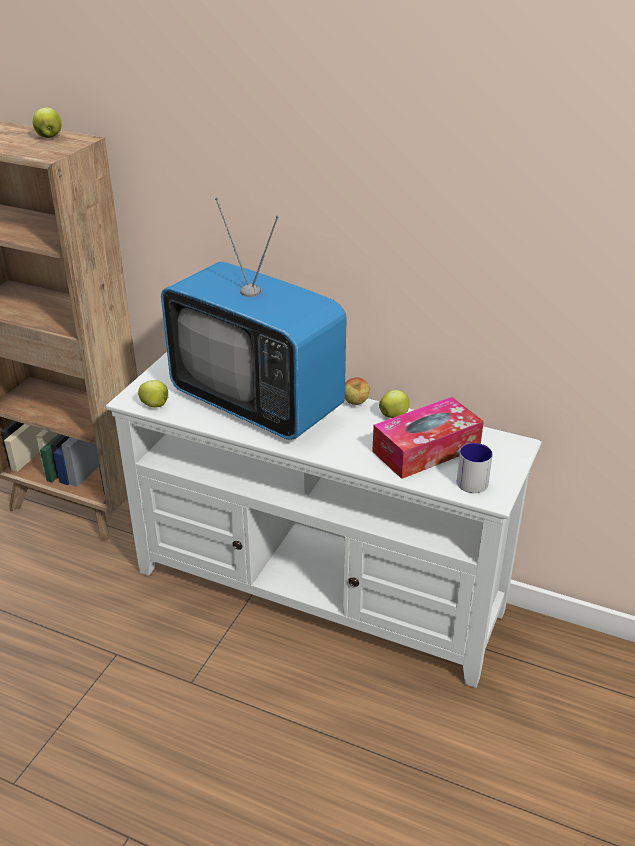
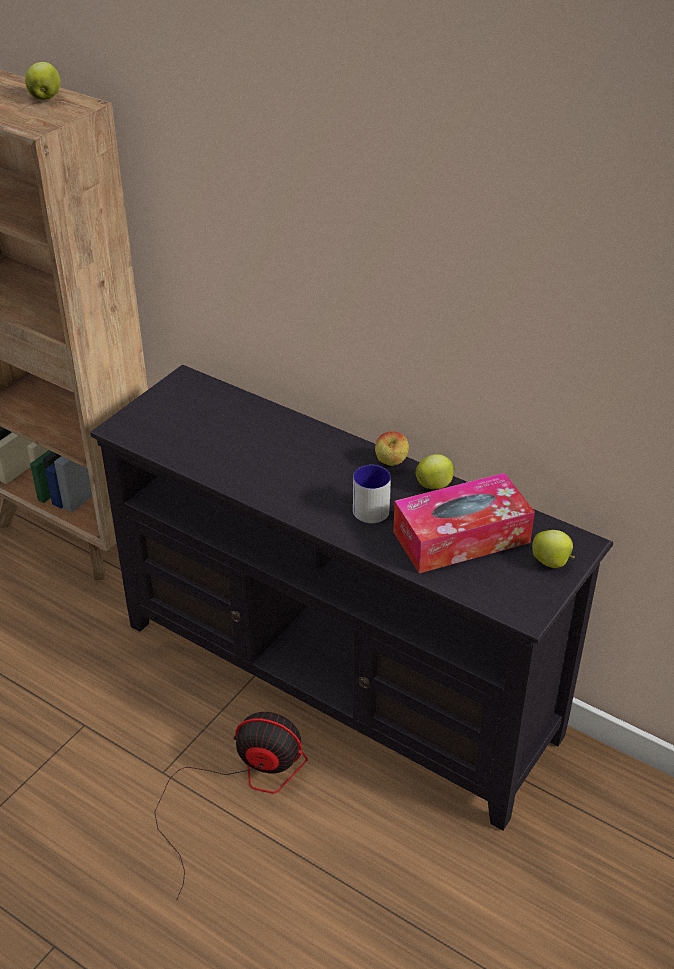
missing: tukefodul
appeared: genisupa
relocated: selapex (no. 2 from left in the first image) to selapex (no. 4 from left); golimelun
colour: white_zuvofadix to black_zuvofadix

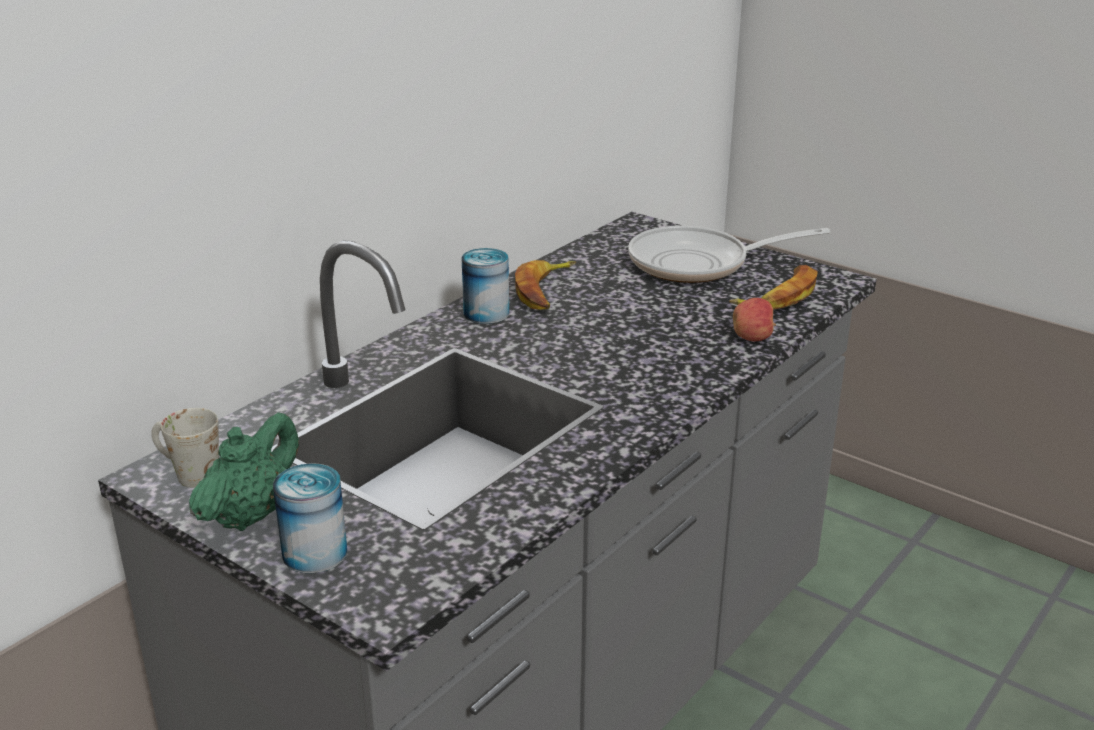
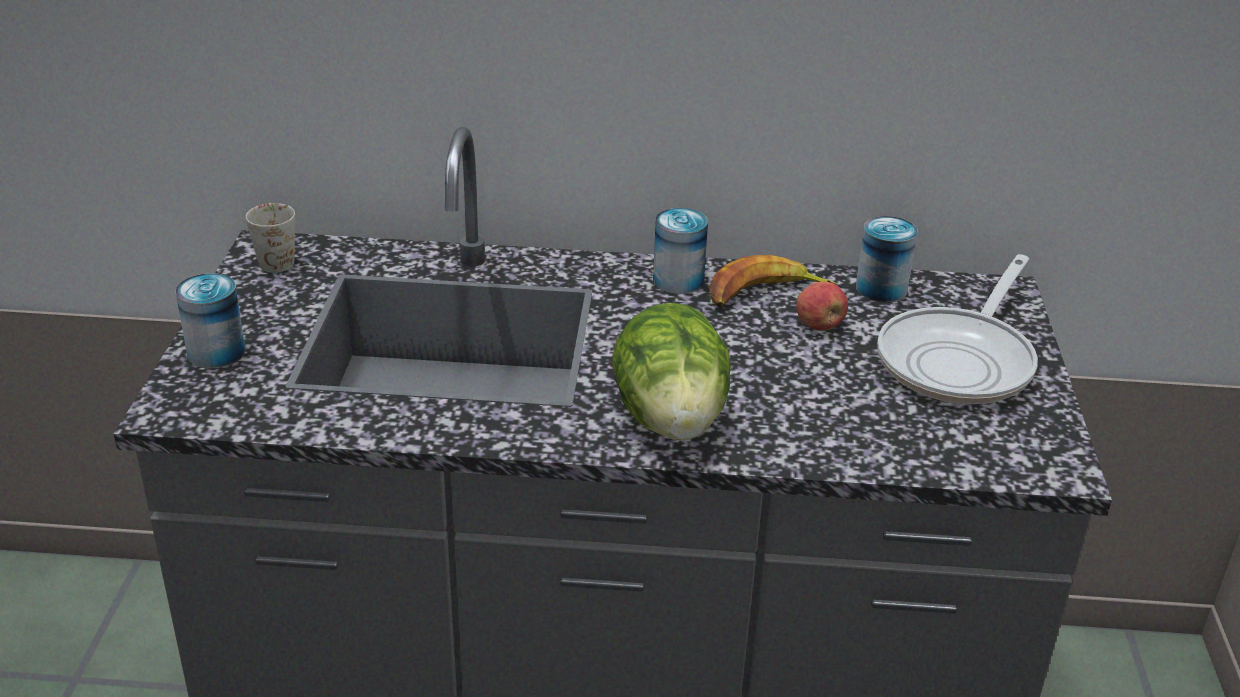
missing: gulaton (no. 2 from left); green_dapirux
appeared: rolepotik (no. 3 from left); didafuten
relocated: selapex
spun: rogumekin 105 degrees counterclockwise

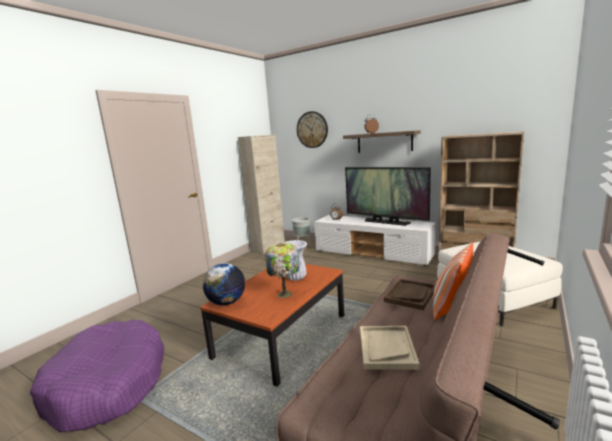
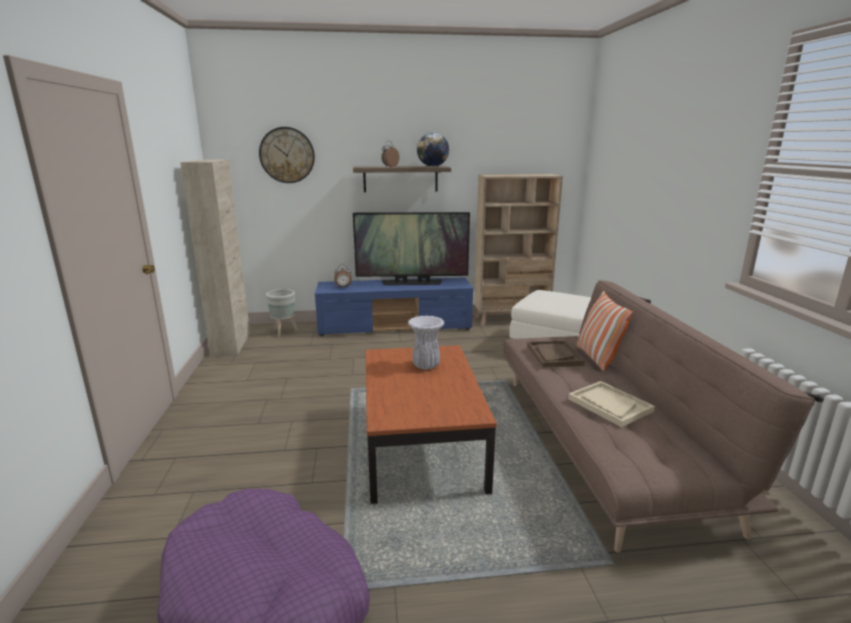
missing: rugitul
relocated: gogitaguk
colour: white_zuvofadix to blue_zuvofadix

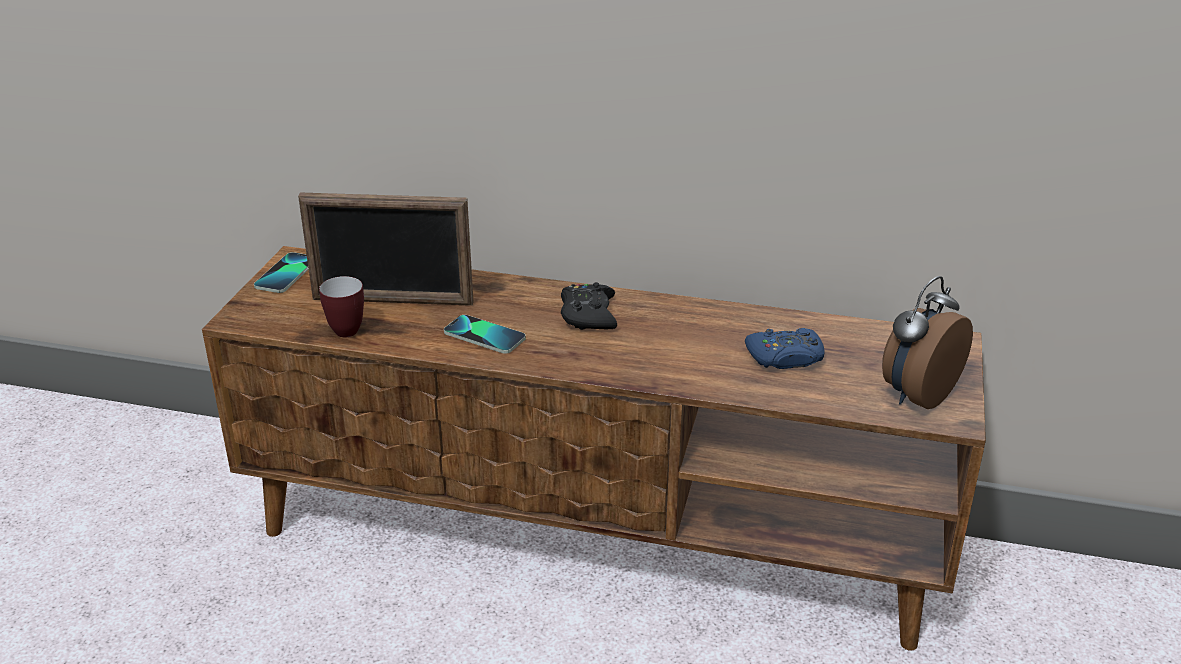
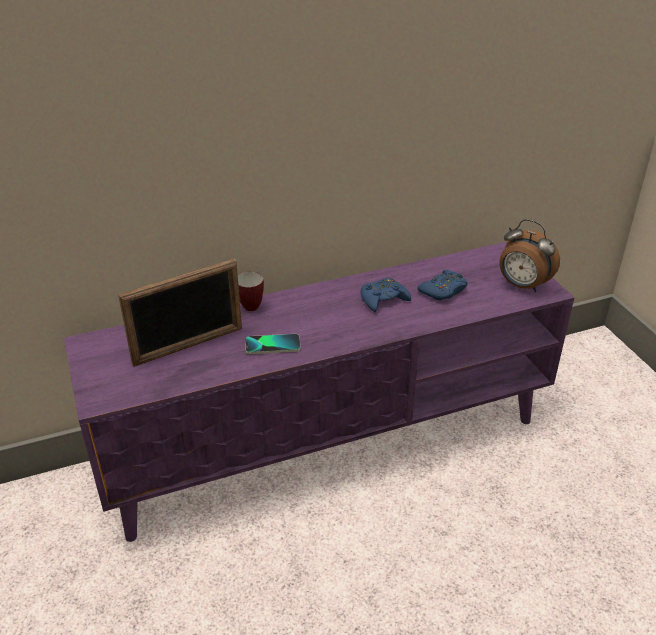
missing: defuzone (no. 1 from left); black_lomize
appeared: blue_lomize (no. 1 from left)
relocated: golimelun
colour: brown_zuvofadix to purple_zuvofadix
spun: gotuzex 60 degrees counterclockwise

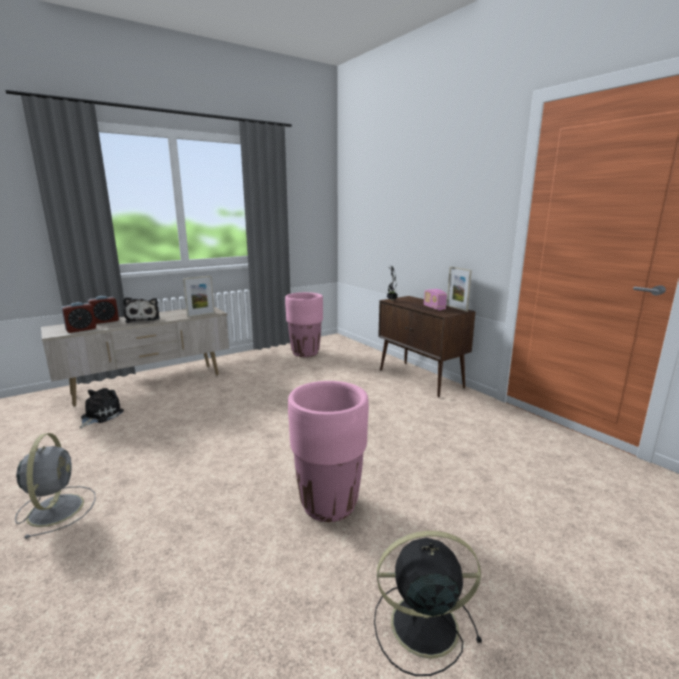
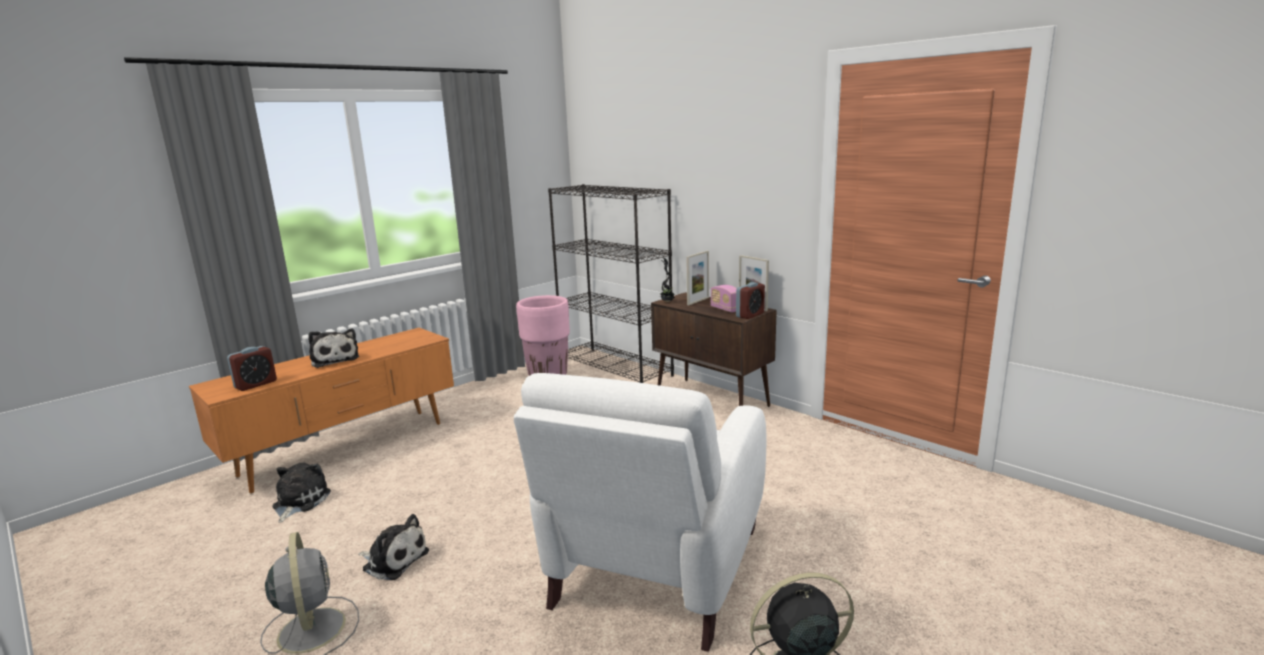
appeared: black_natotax; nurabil (no. 3 from left)
relocated: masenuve (no. 1 from left); gotuzex (no. 2 from left)
exchanged: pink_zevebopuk (no. 2 from left) to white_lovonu
colour: beige_zuvofadix to orange_zuvofadix

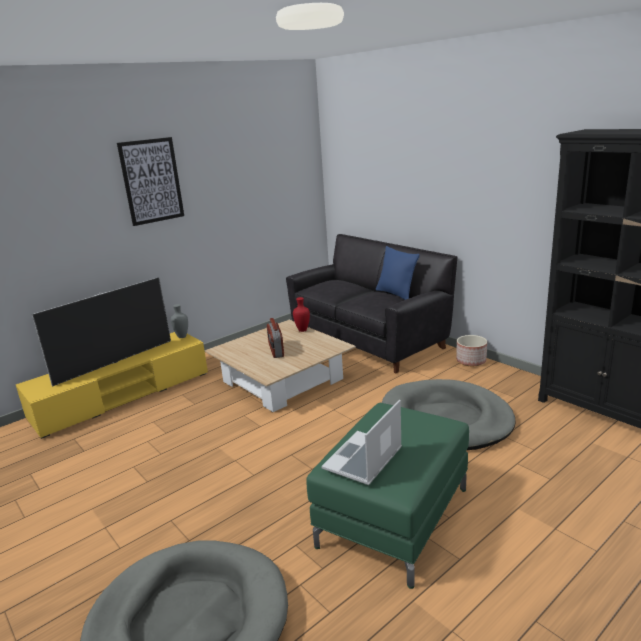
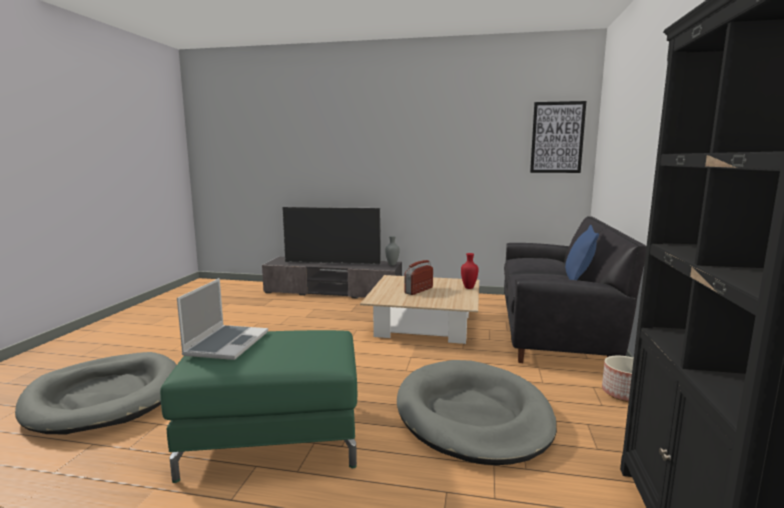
relocated: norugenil
colour: yellow_zuvofadix to grey_zuvofadix
spun: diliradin 105 degrees clockwise

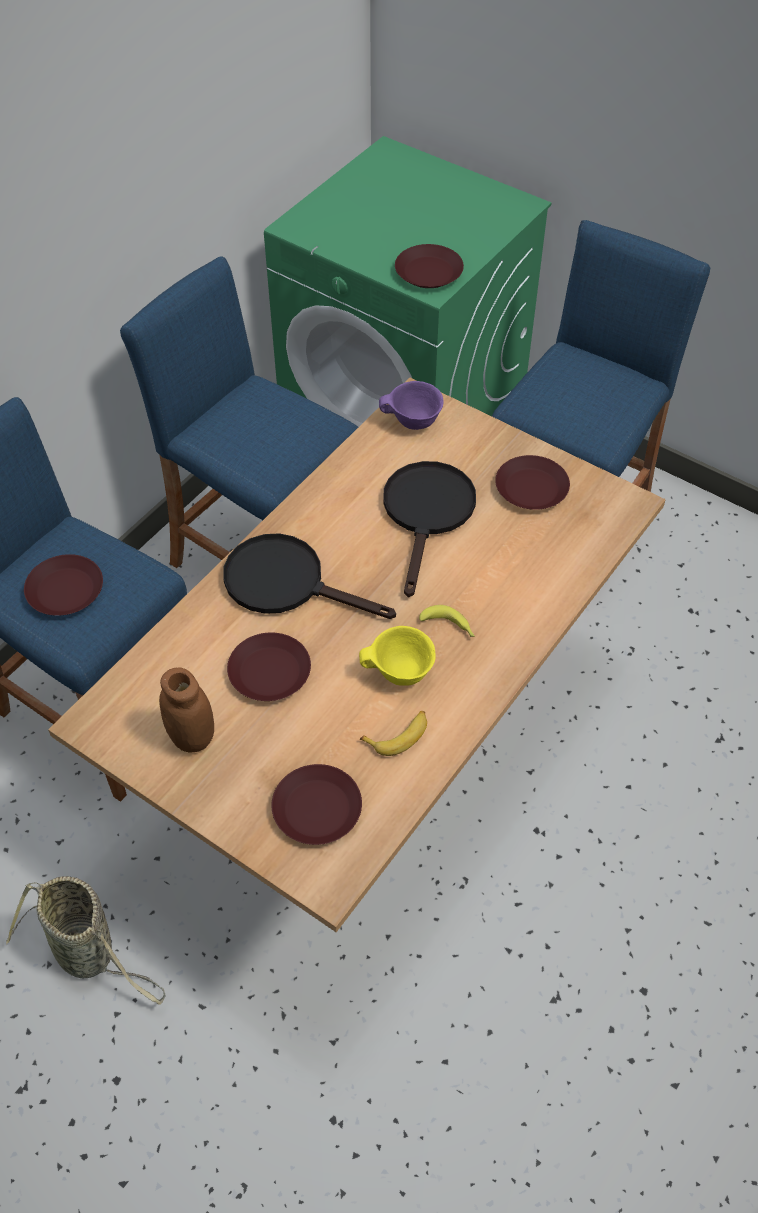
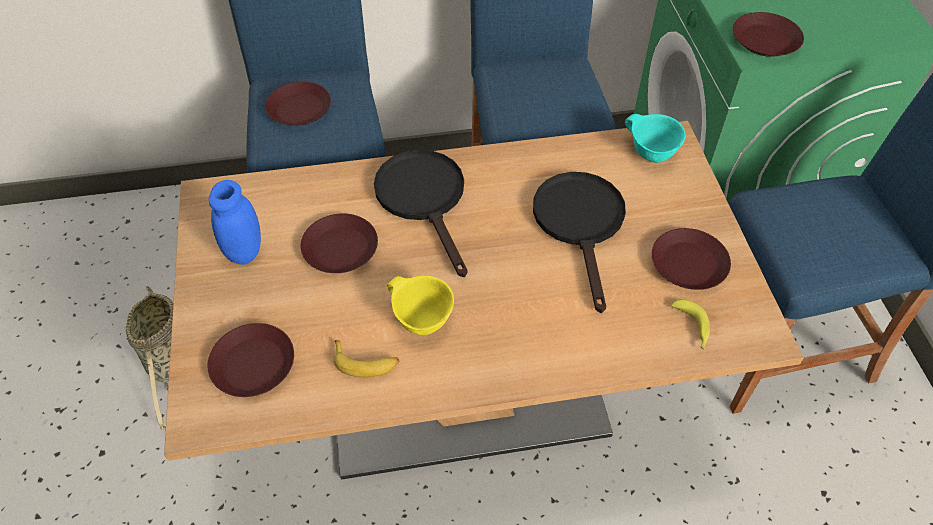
relocated: gulaton (no. 2 from left)
colour: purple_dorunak to turquoise_dorunak; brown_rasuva to blue_rasuva
spun: black_rogumekin (no. 2 from left) 60 degrees counterclockwise

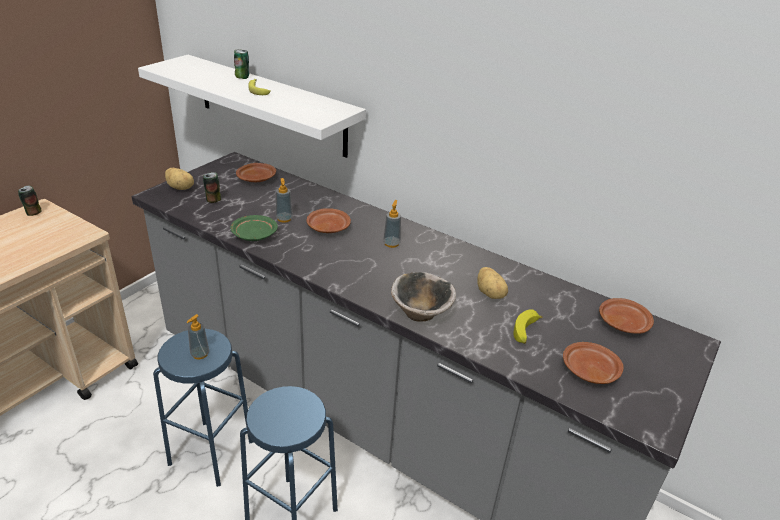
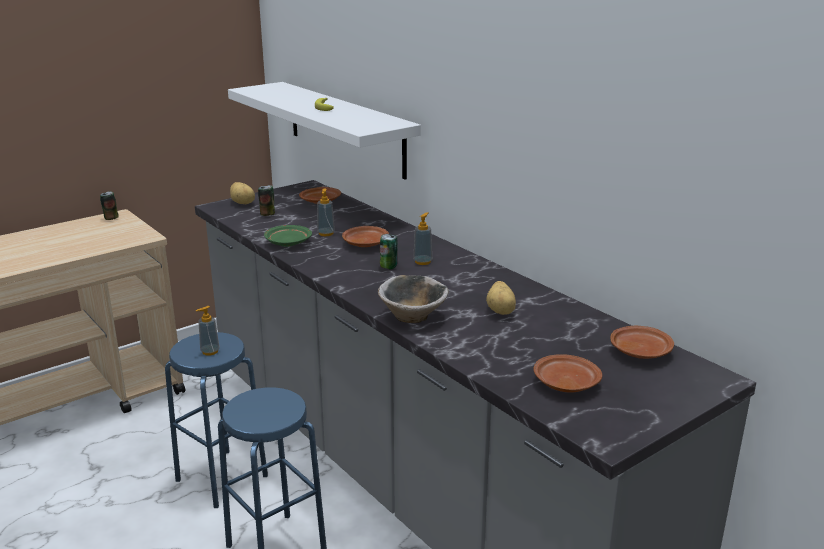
missing: gulaton (no. 2 from left)
relocated: rolepotik (no. 3 from left)

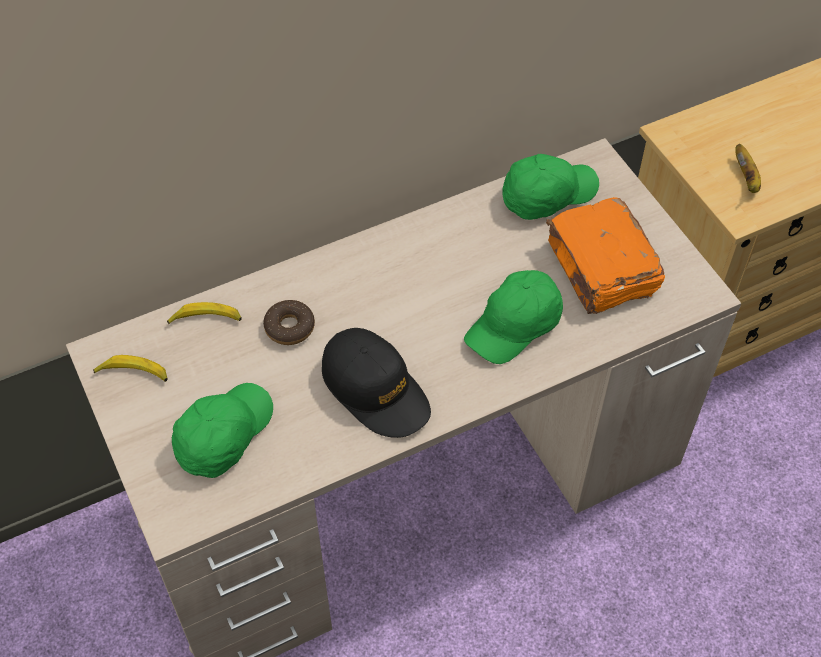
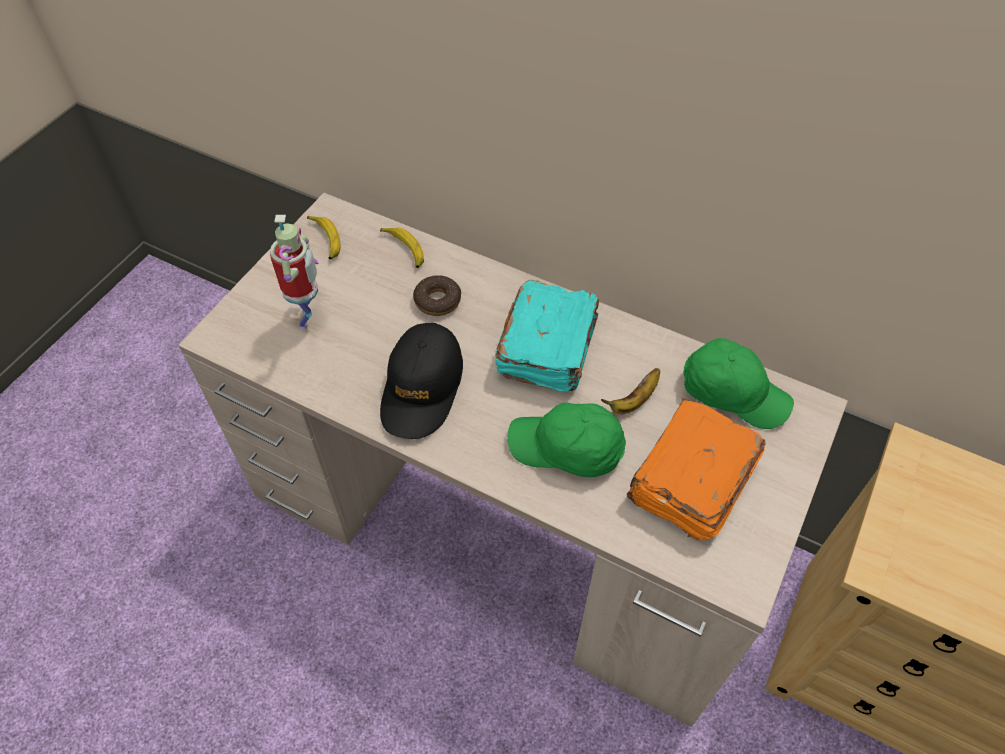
appeared: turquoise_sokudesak
relocated: gulaton (no. 3 from left)
exchanged: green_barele (no. 1 from left) to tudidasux

